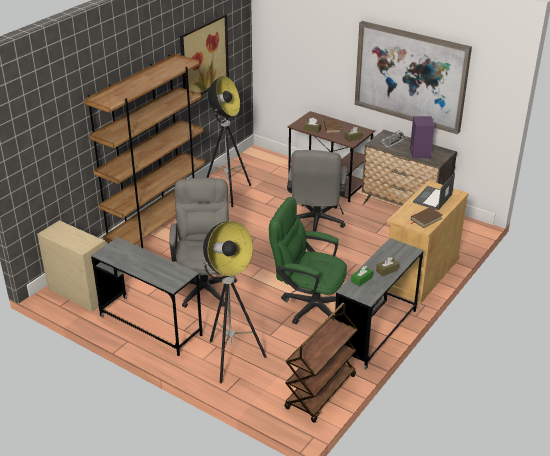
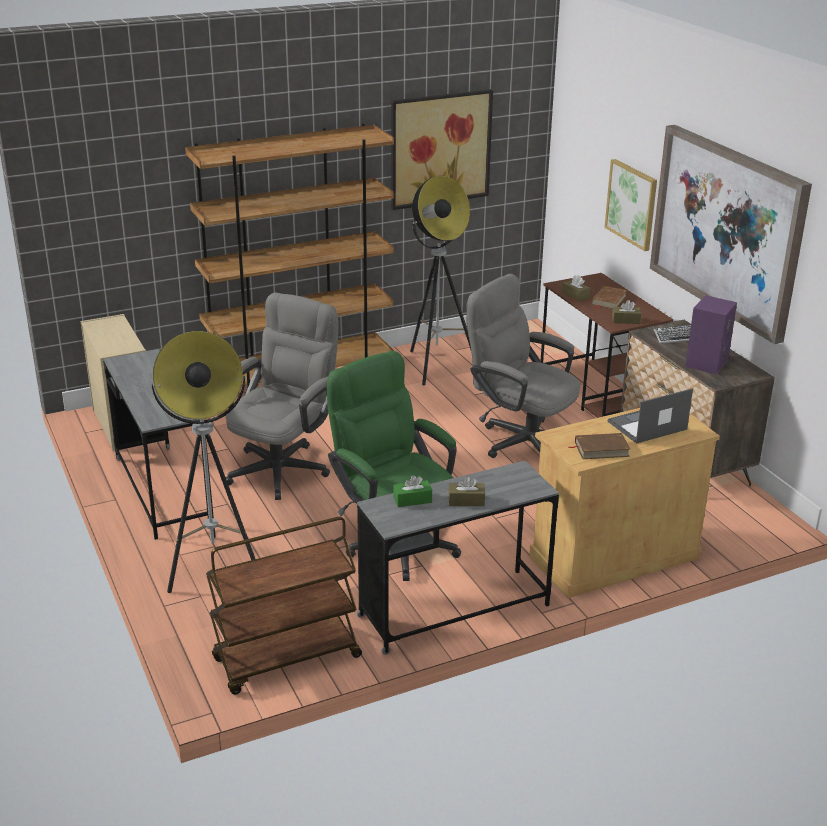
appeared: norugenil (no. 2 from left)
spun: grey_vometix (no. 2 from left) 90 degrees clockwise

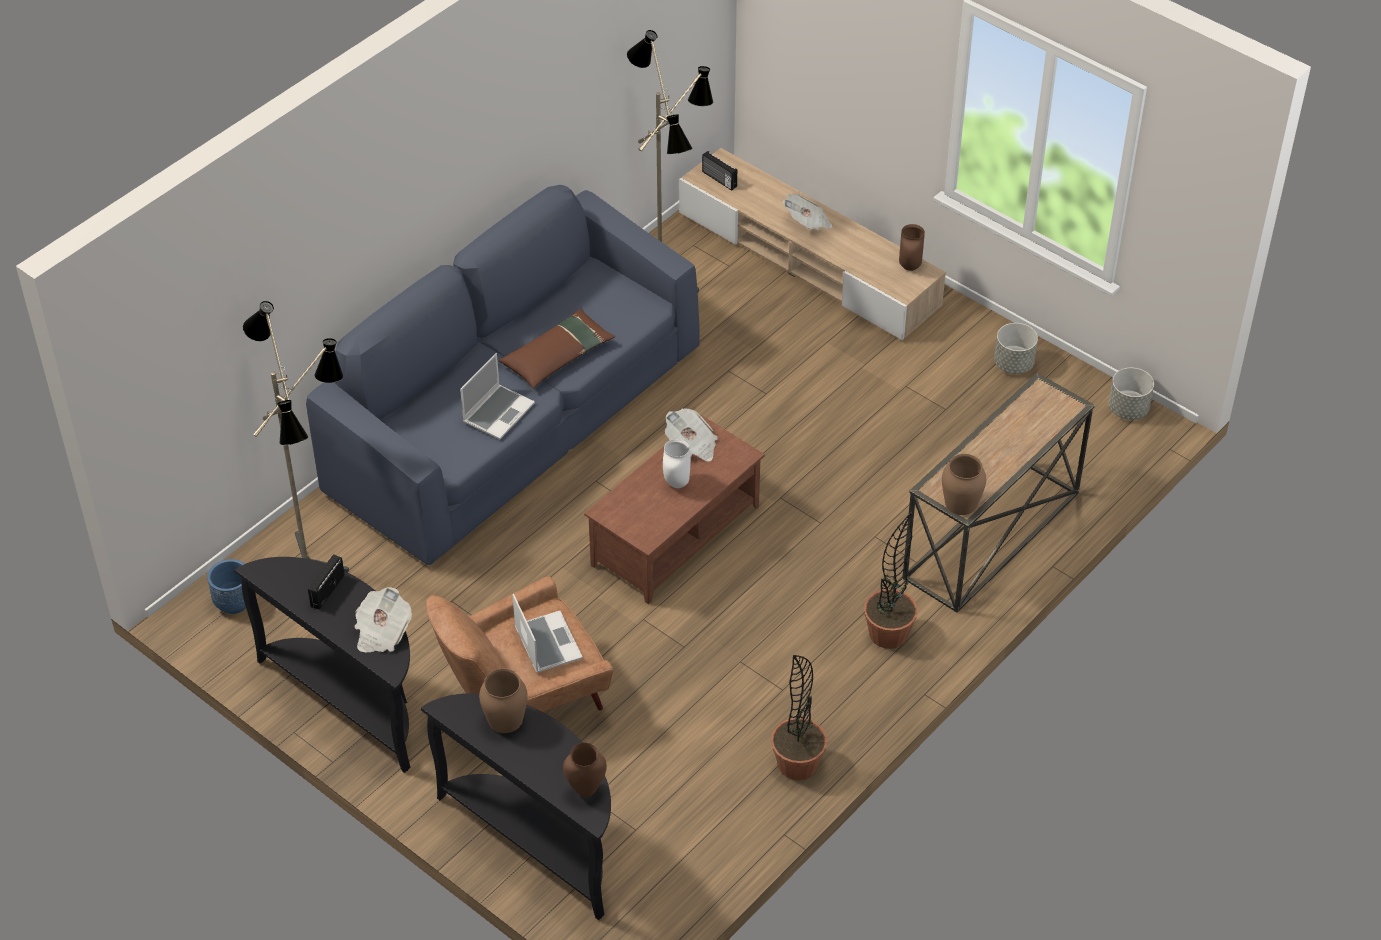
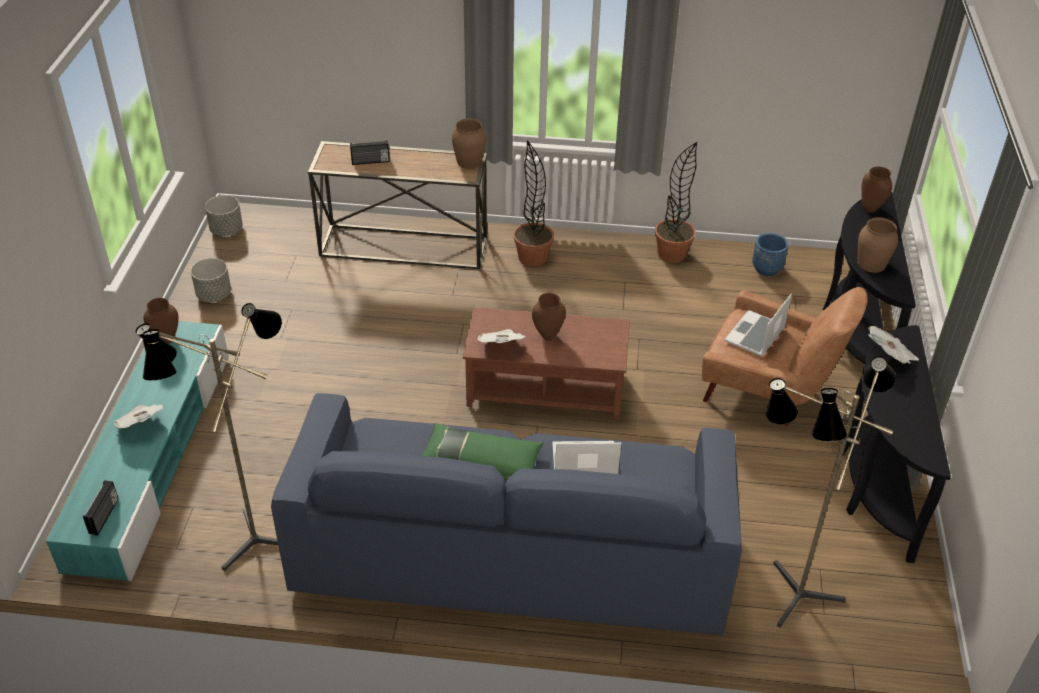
relocated: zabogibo (no. 1 from left in the first image) to zabogibo (no. 2 from left); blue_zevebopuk
colour: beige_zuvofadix to turquoise_zuvofadix; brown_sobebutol to green_sobebutol; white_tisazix to brown_tisazix (no. 3 from left)

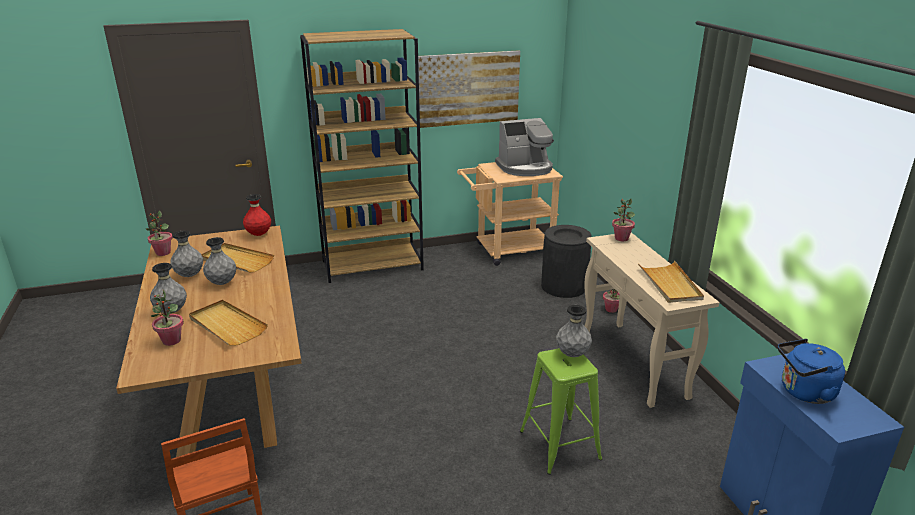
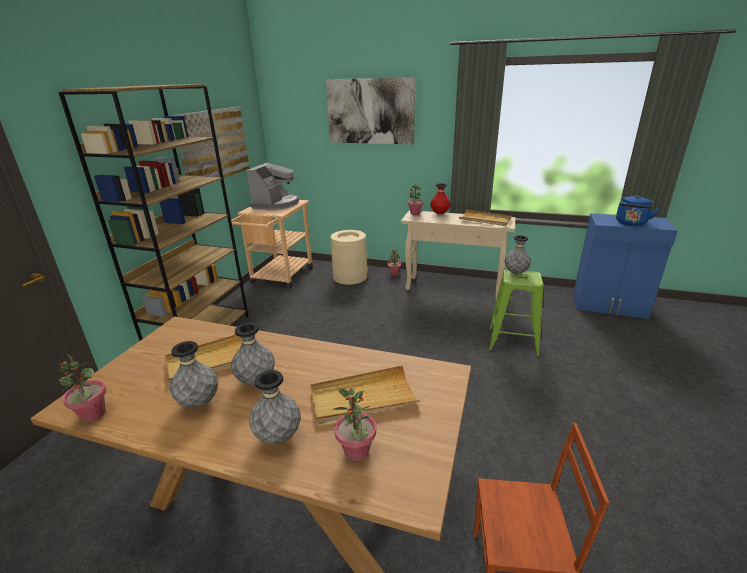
appeared: norugenil (no. 2 from left)
relocated: red_tisazix
colour: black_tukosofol to beige_tukosofol

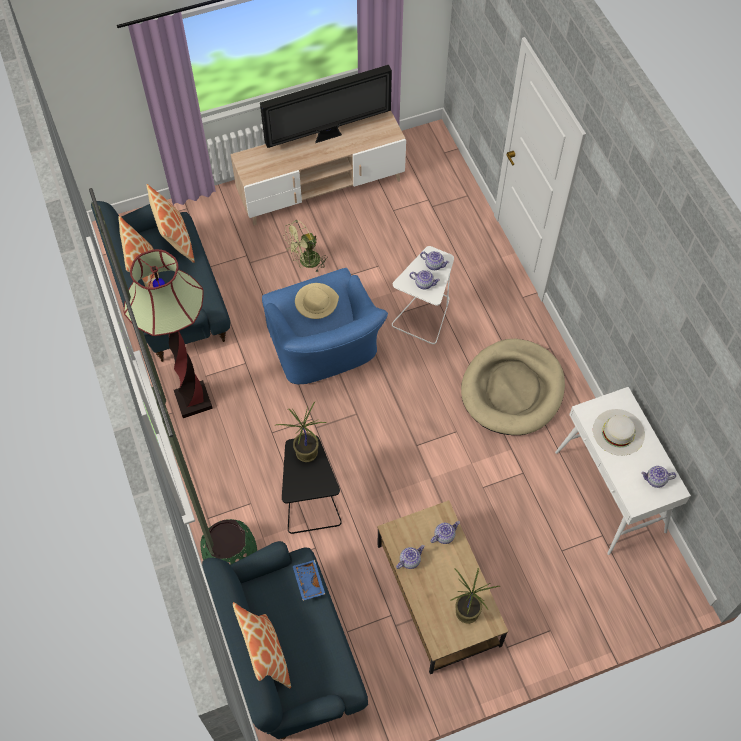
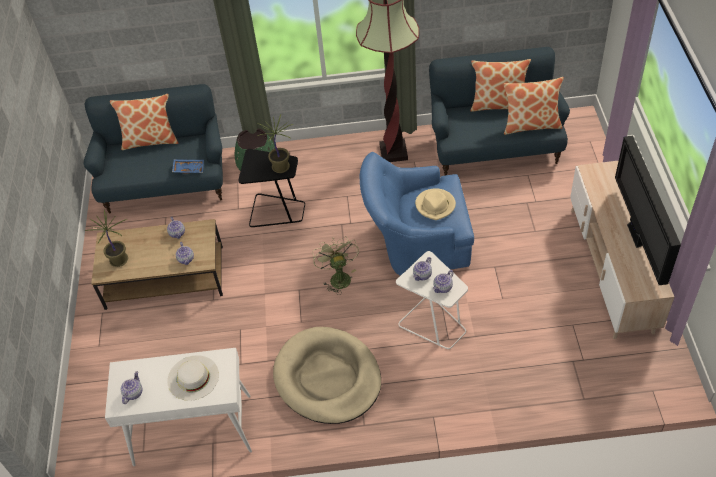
relocated: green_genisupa

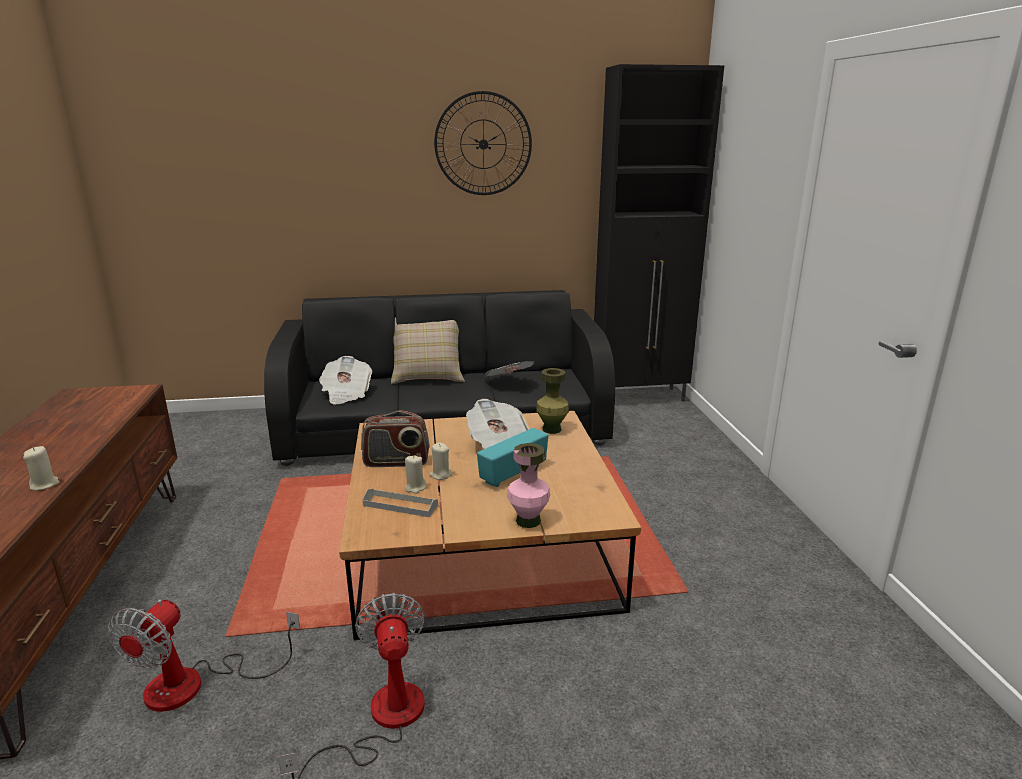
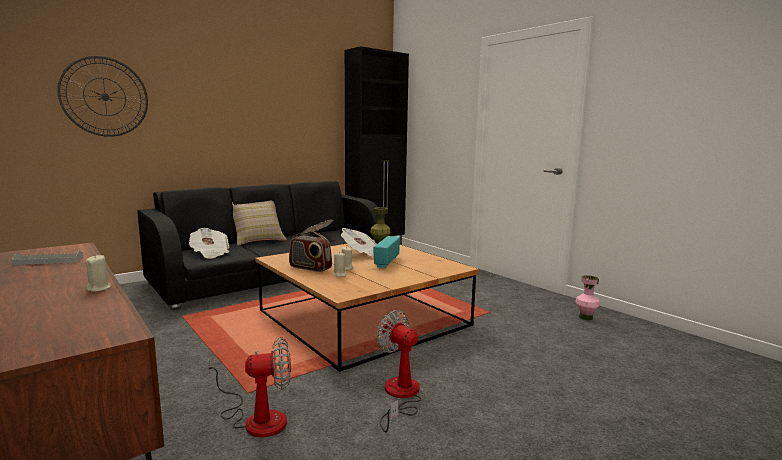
relocated: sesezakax; pink_tisazix; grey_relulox
spun: zabogibo (no. 1 from left) 60 degrees clockwise; genisupa (no. 1 from left) 90 degrees counterclockwise

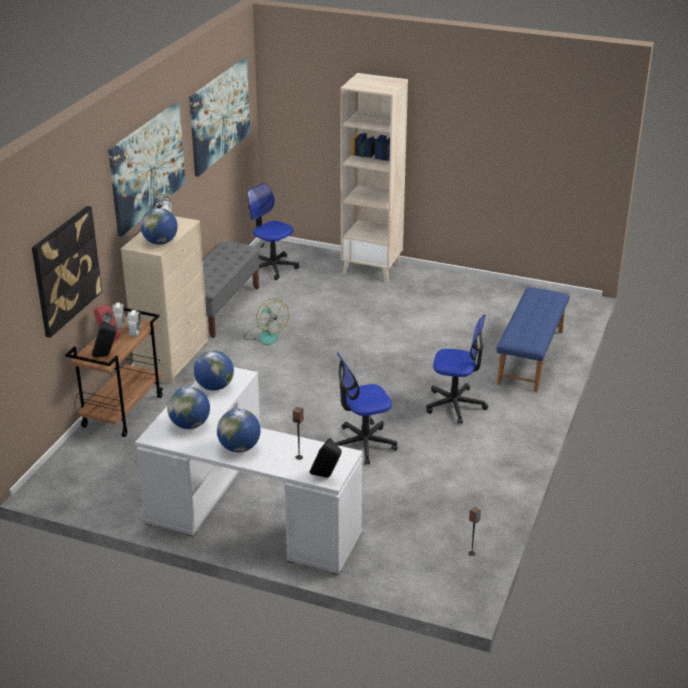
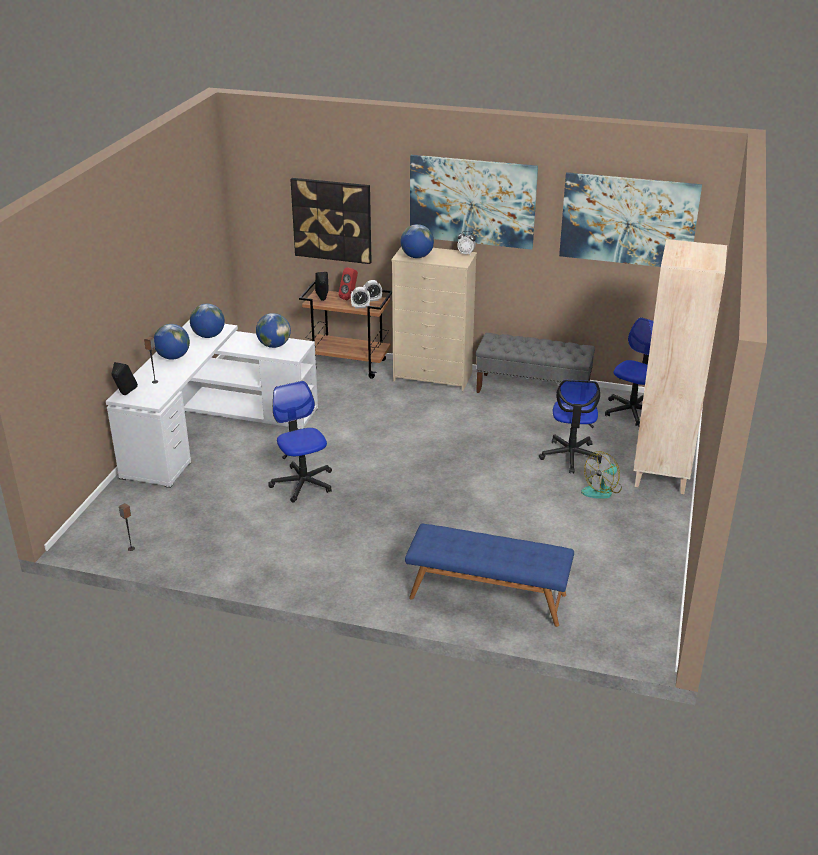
relocated: genisupa; vometix (no. 3 from left in the first image) to vometix (no. 2 from left)

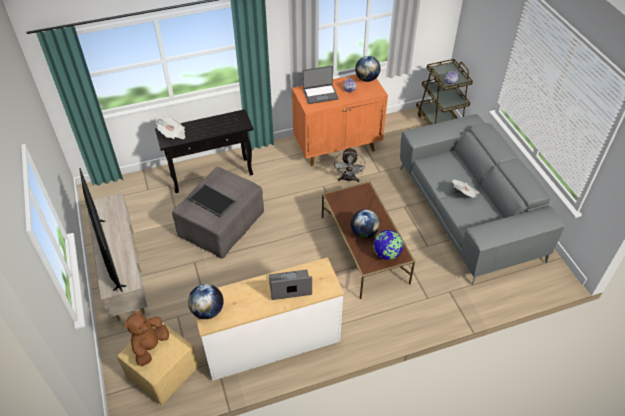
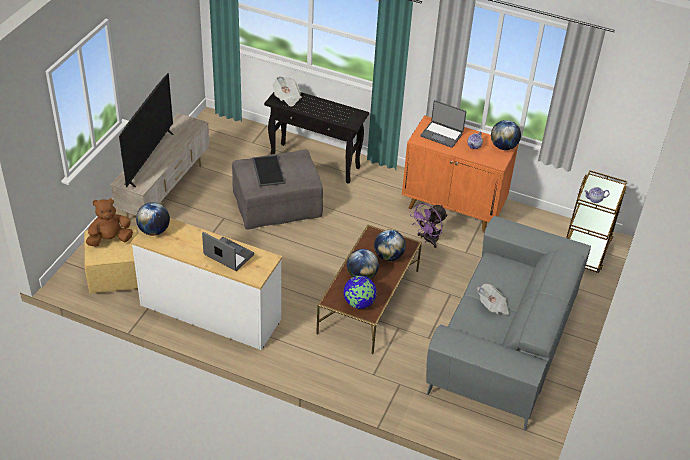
appeared: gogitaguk (no. 4 from left)
colour: grey_genisupa to purple_genisupa

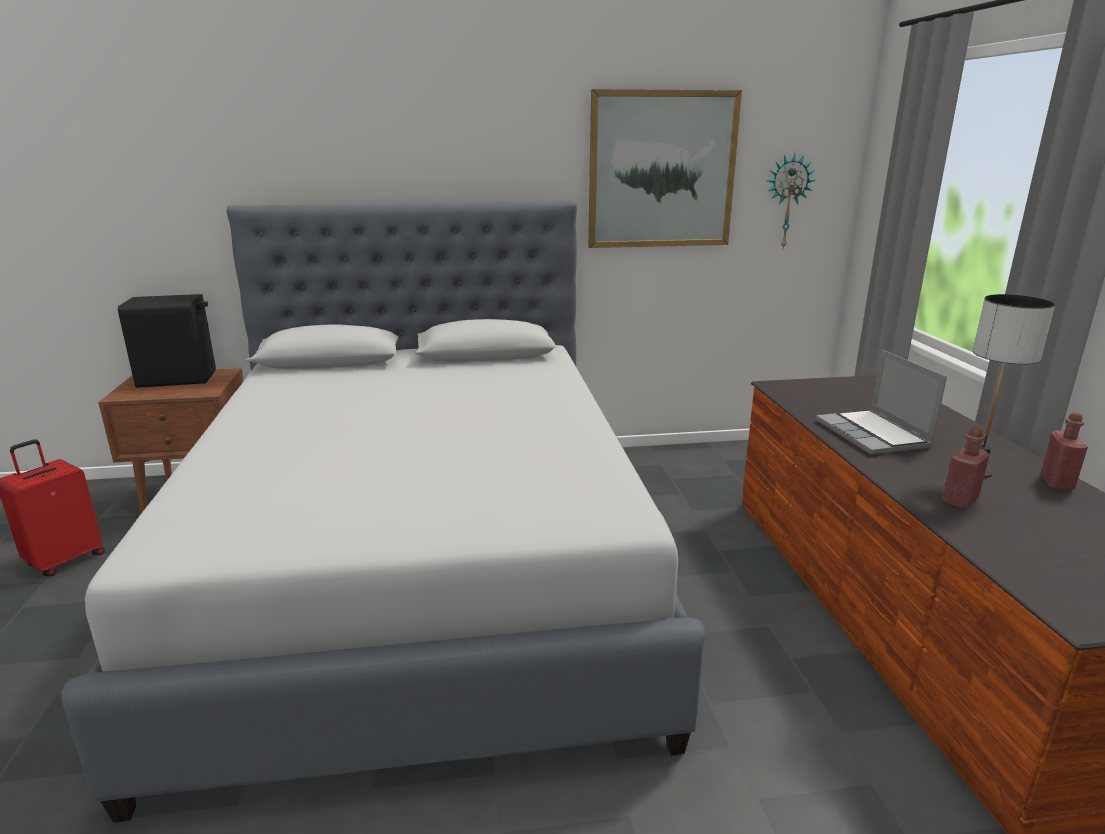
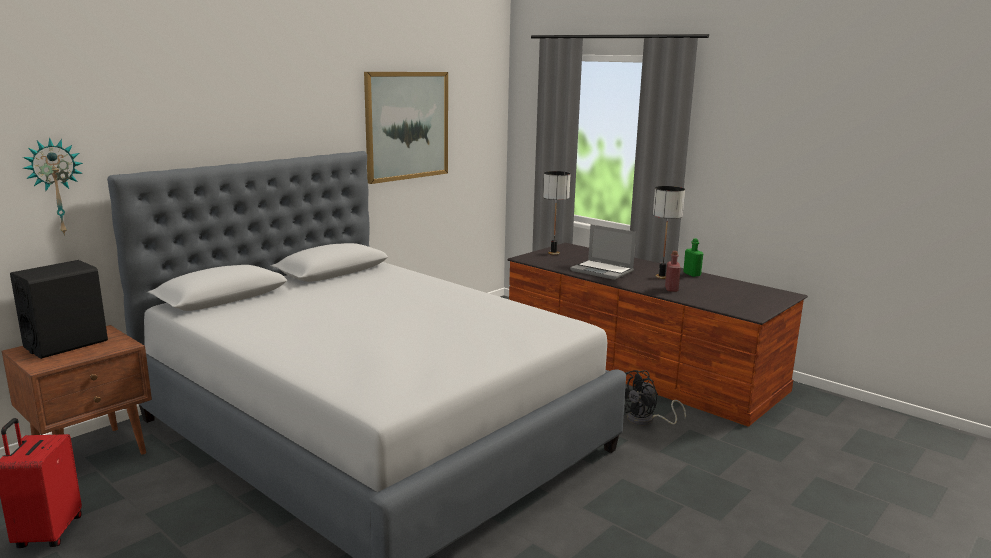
appeared: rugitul (no. 1 from left); black_genisupa
relocated: sesezakax
colour: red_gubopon (no. 2 from left) to green_gubopon

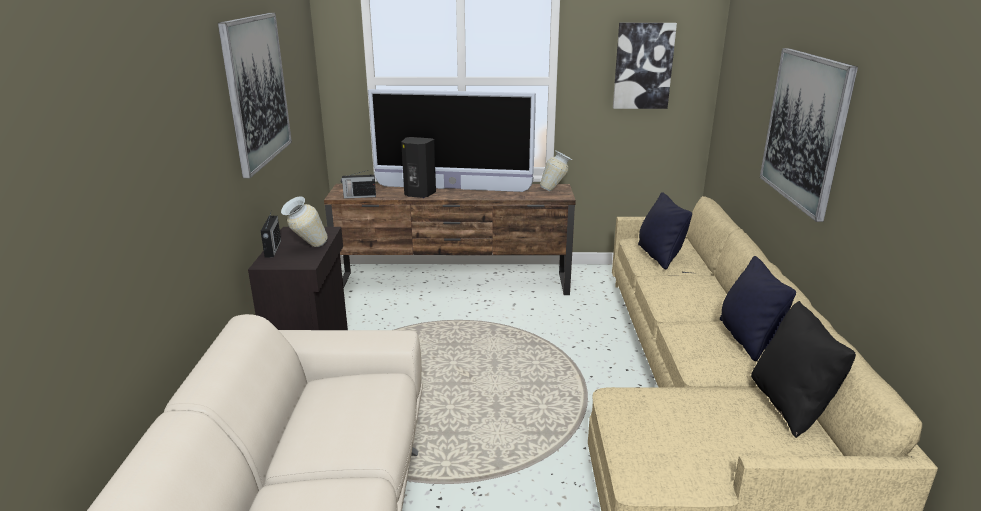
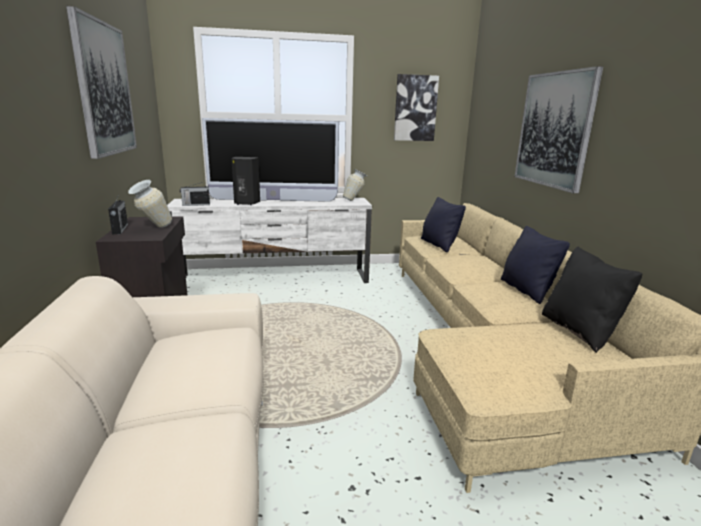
colour: brown_zuvofadix to white_zuvofadix

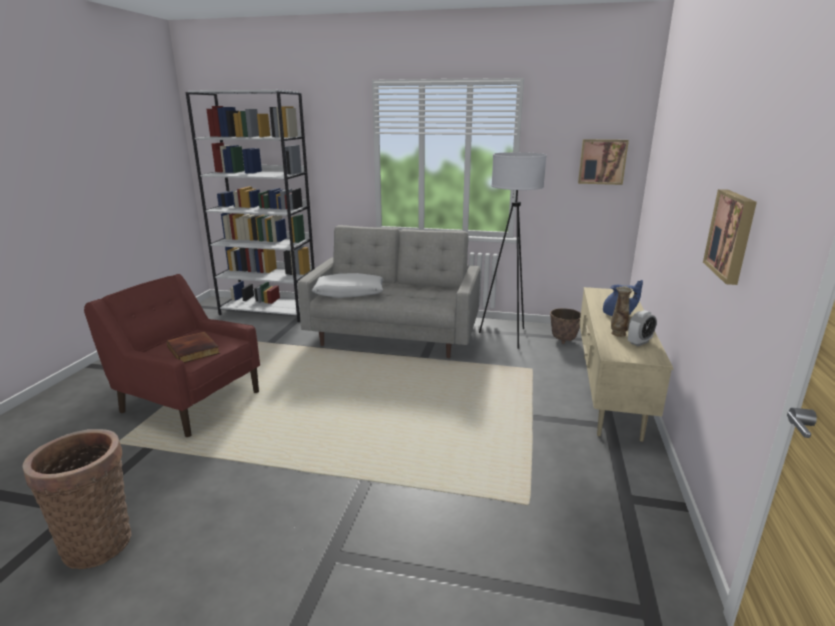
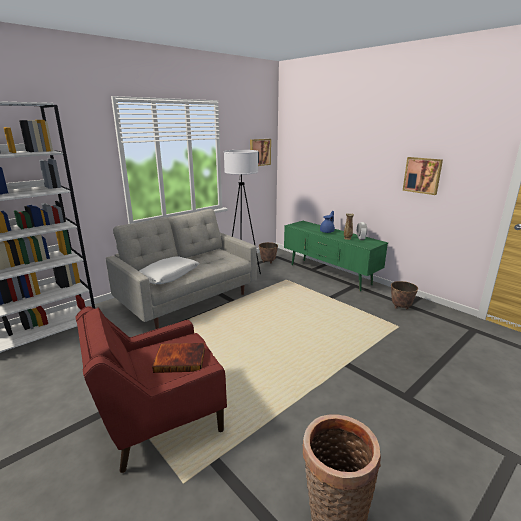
appeared: zevebopuk (no. 2 from left)
colour: beige_zuvofadix to green_zuvofadix

